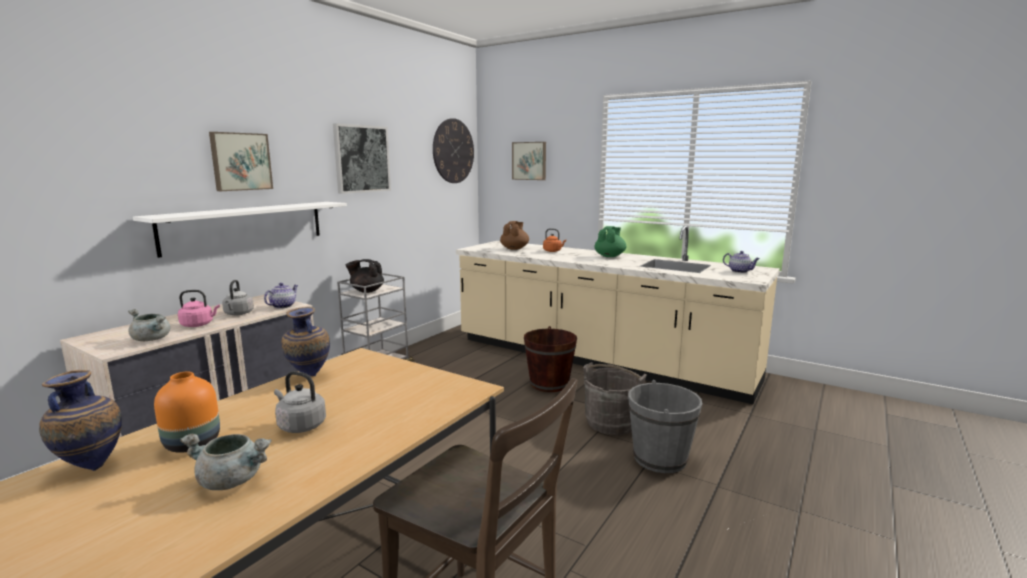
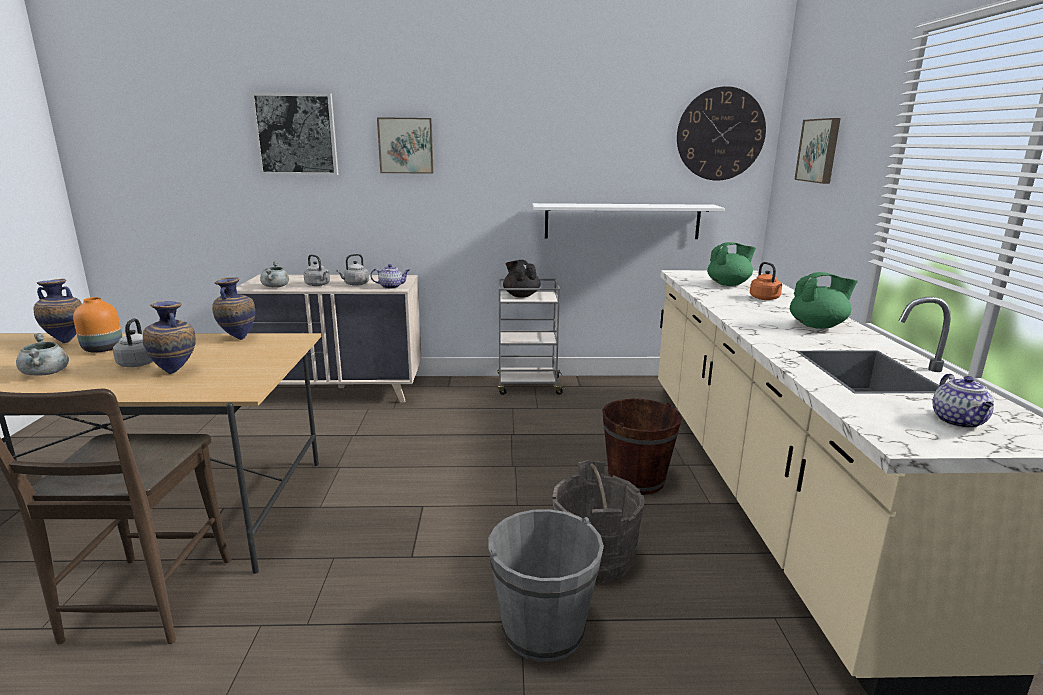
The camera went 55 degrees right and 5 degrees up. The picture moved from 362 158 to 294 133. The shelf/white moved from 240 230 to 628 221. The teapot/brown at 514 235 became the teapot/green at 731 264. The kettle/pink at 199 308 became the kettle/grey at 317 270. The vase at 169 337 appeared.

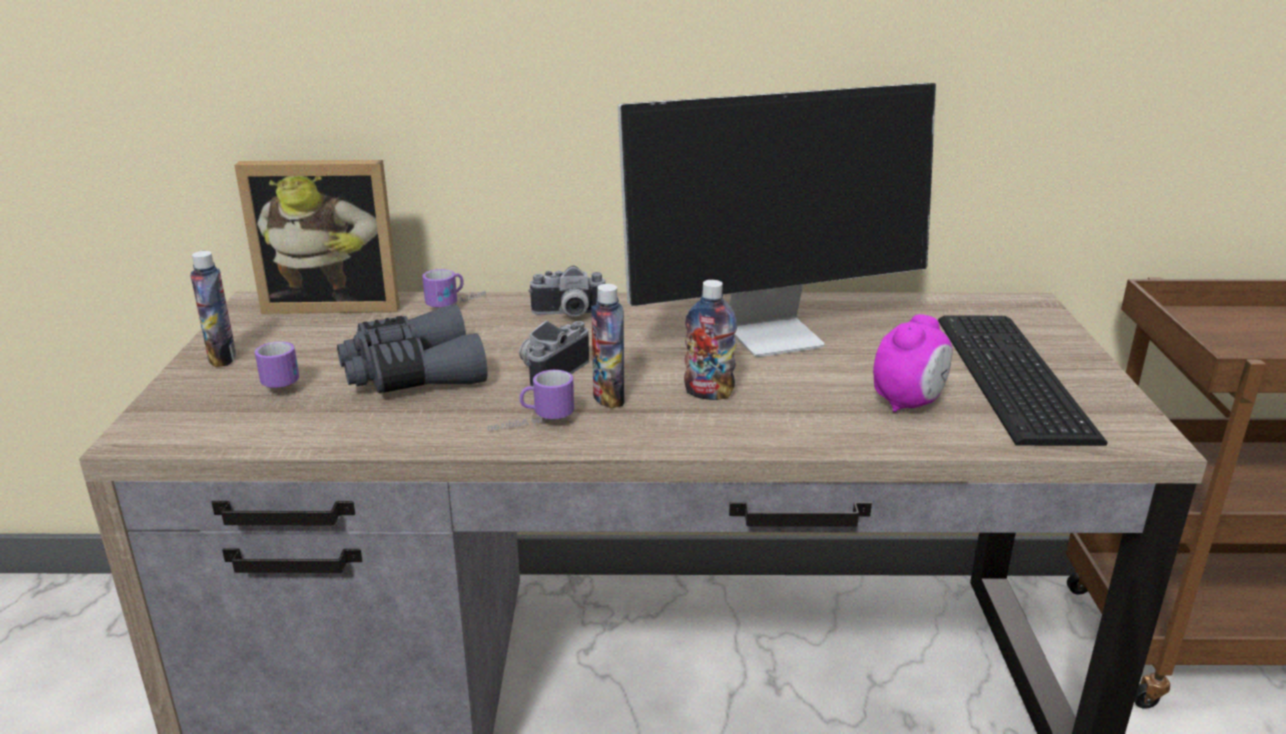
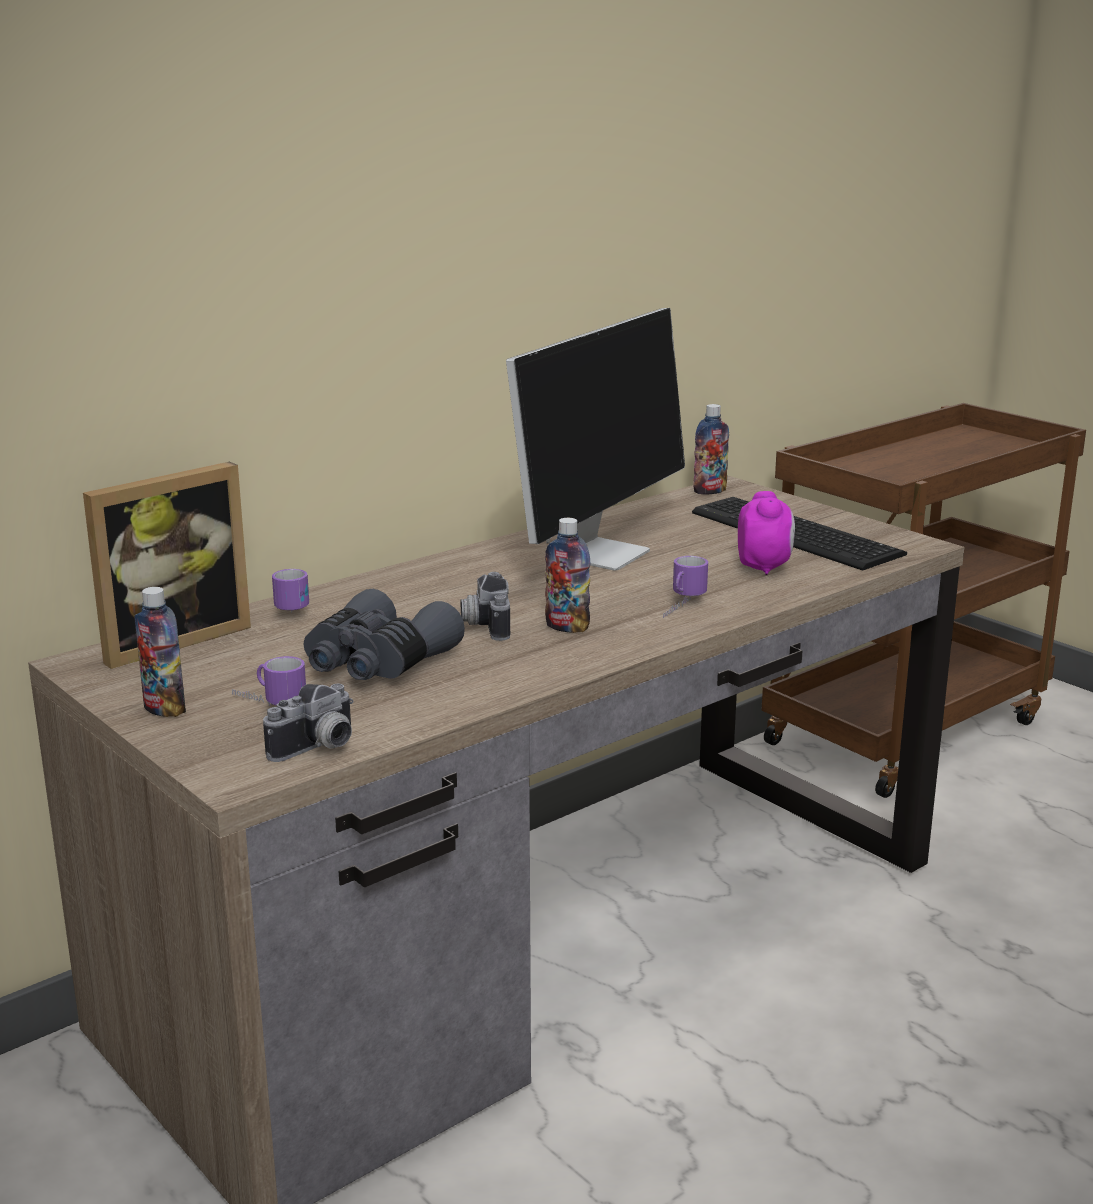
The camera went 40 degrees left and 5 degrees down. The photo camera moved from 567 291 to 308 723. The bottle moved from 710 340 to 711 449. The mug moved from 531 400 to 685 587.

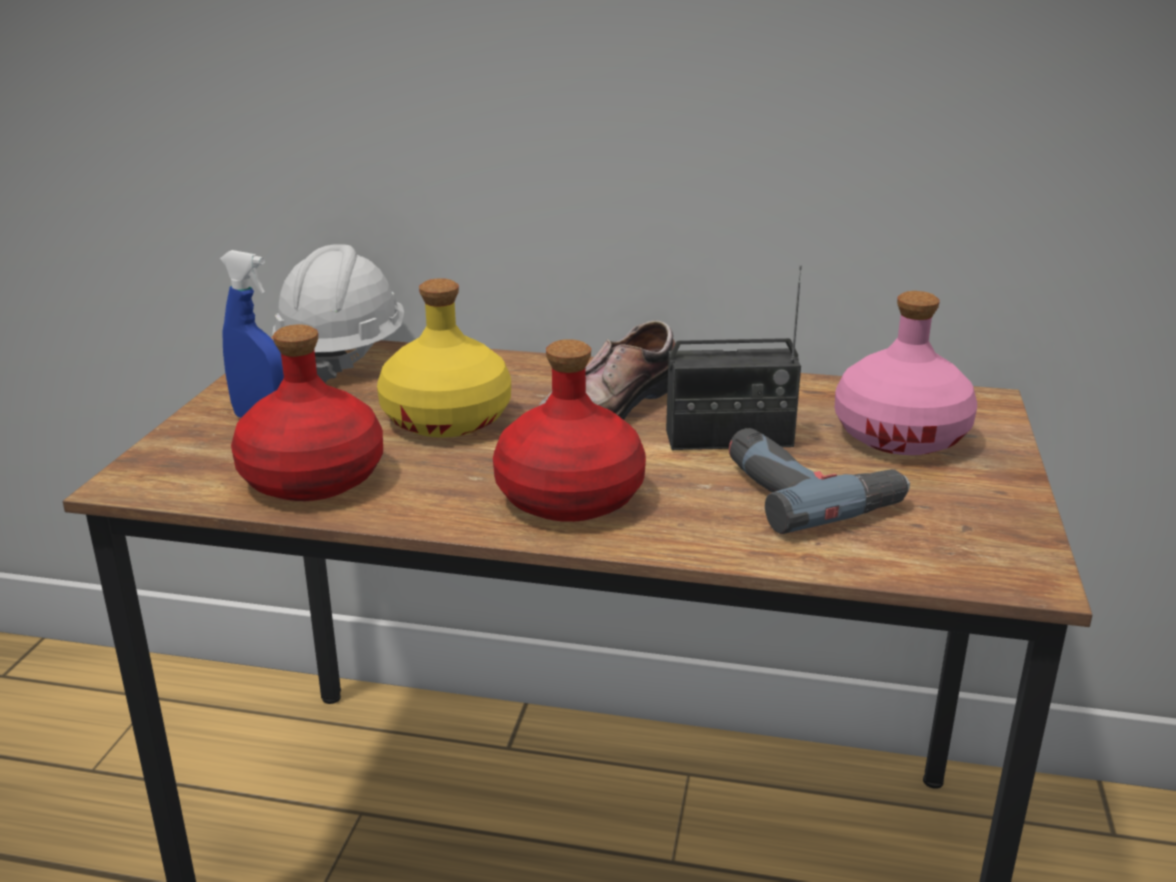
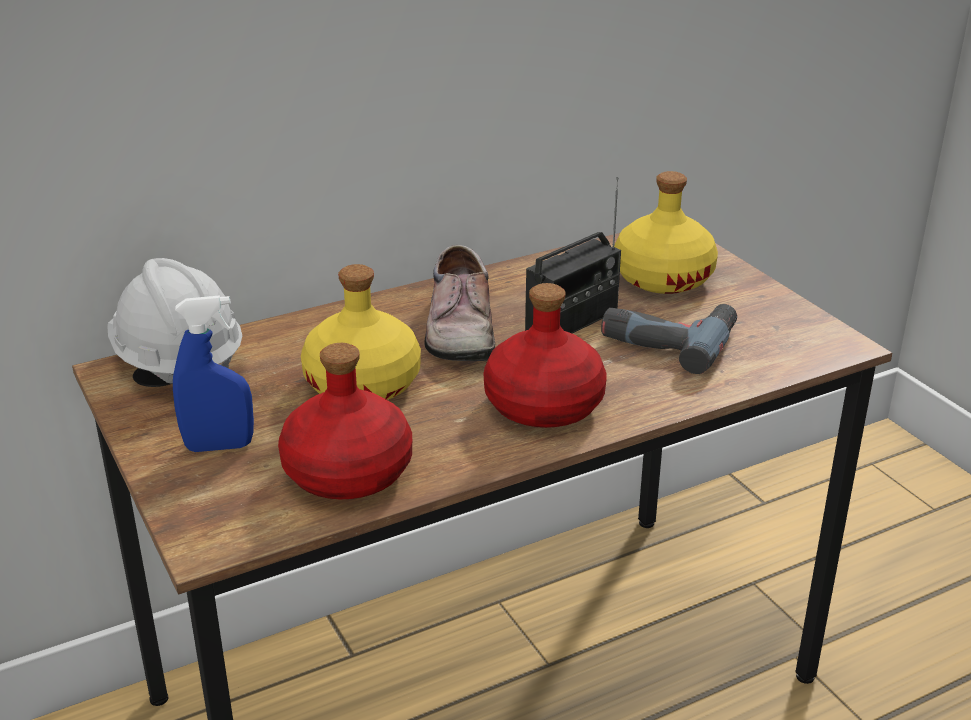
The camera went 40 degrees left and 5 degrees up. The bottle/pink at 906 373 became the bottle/yellow at 666 232.

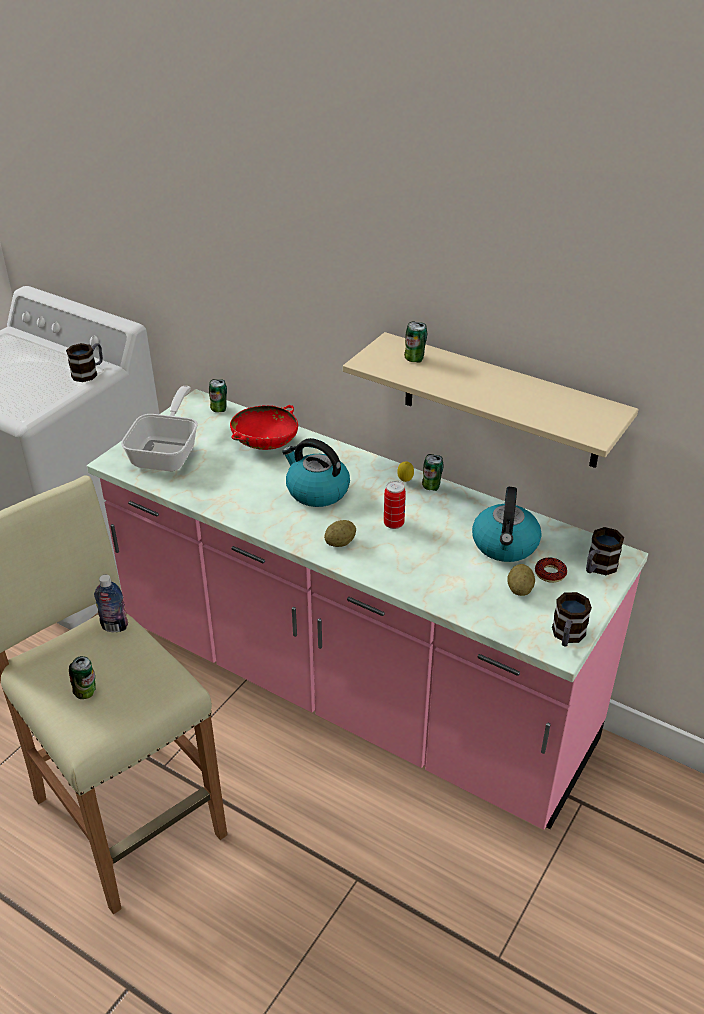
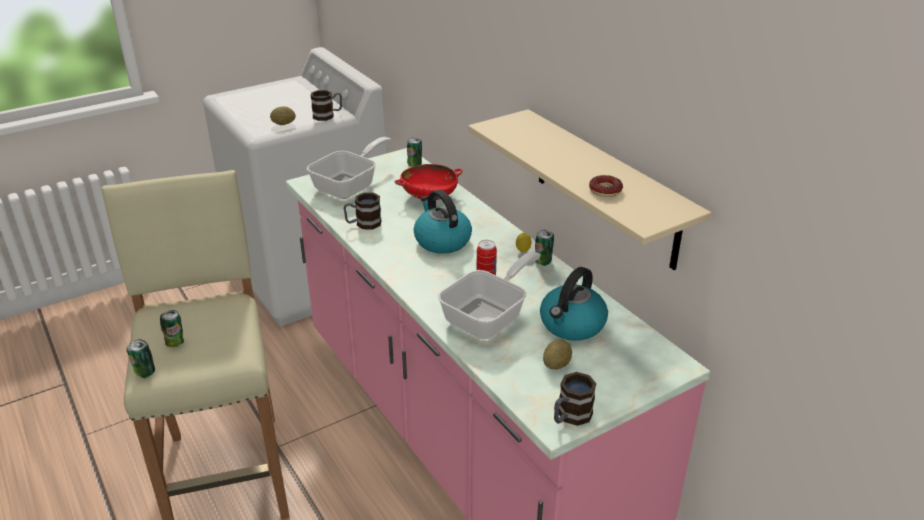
The camera went 25 degrees right and 5 degrees down. The can moved from 415 342 to 141 358. The potato moved from 340 533 to 283 116. The mug moved from 605 551 to 363 210. The donut moved from 551 570 to 606 186. The bottle at 111 603 disappeared. The frying pan at 489 295 appeared.

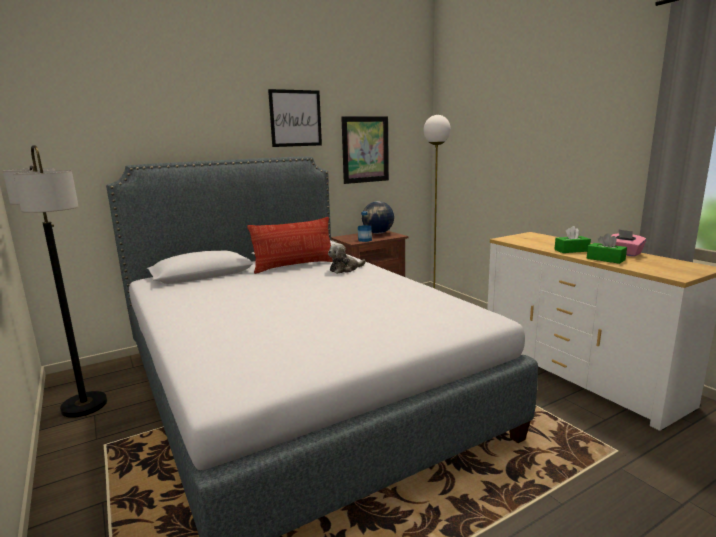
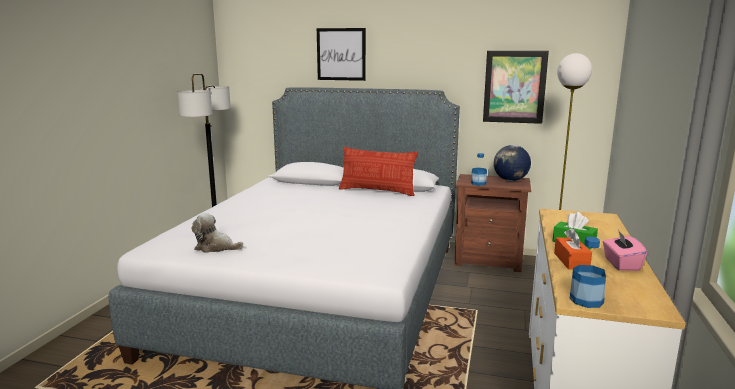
The camera went 45 degrees right and 0 degrees up. The picture moved from 295 118 to 341 54. The tissue box/green at 607 248 became the tissue box/orange at 573 248. The plush toy moved from 347 258 to 217 233. The bottle at 588 272 appeared.

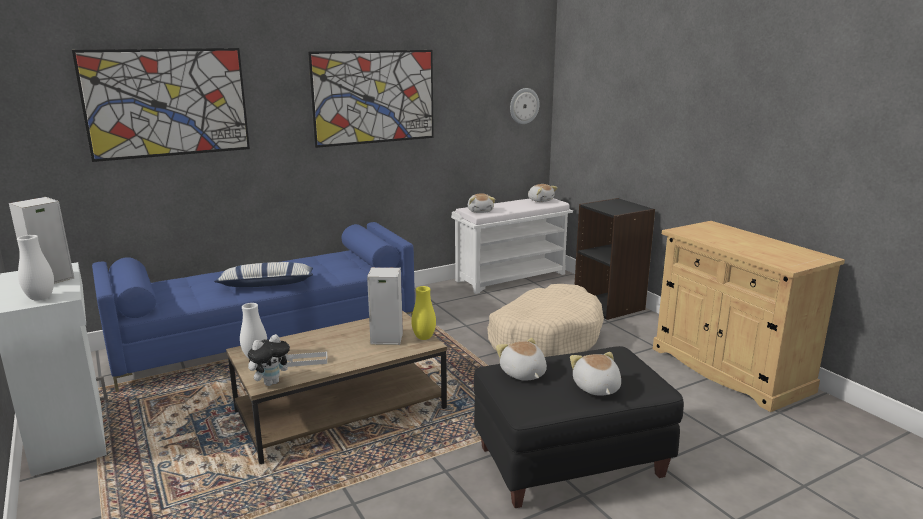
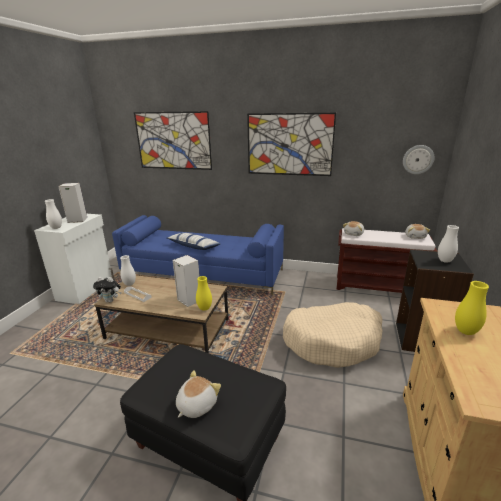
The camera went 45 degrees right and 5 degrees up. The bench/white at 512 246 became the bench/brown at 386 260. The plush toy at 521 359 disappeared. The vase/white at 448 244 appeared. The vase/yellow at 472 308 appeared.

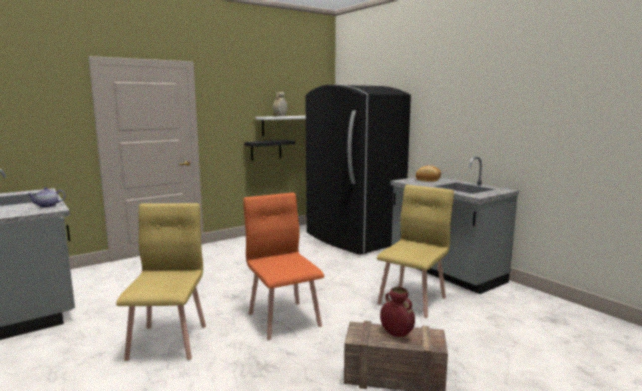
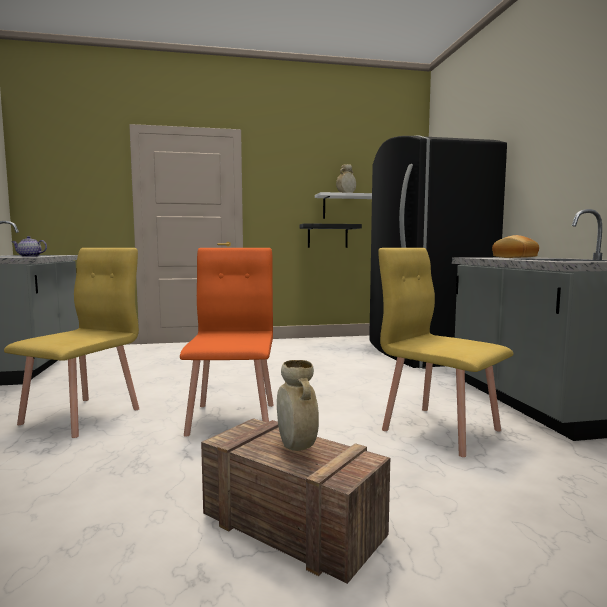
The camera went 25 degrees right and 5 degrees down. The chair/yellow at 415 251 turned 105 degrees counterclockwise. The vase/red at 397 312 became the vase/beige at 298 405.

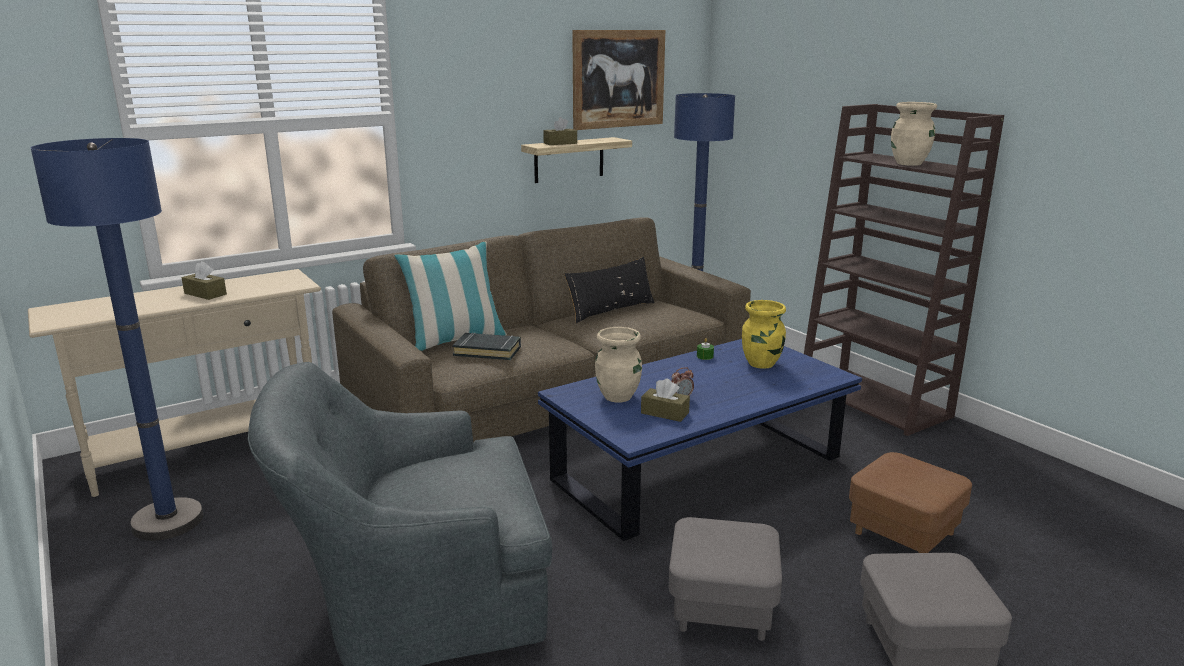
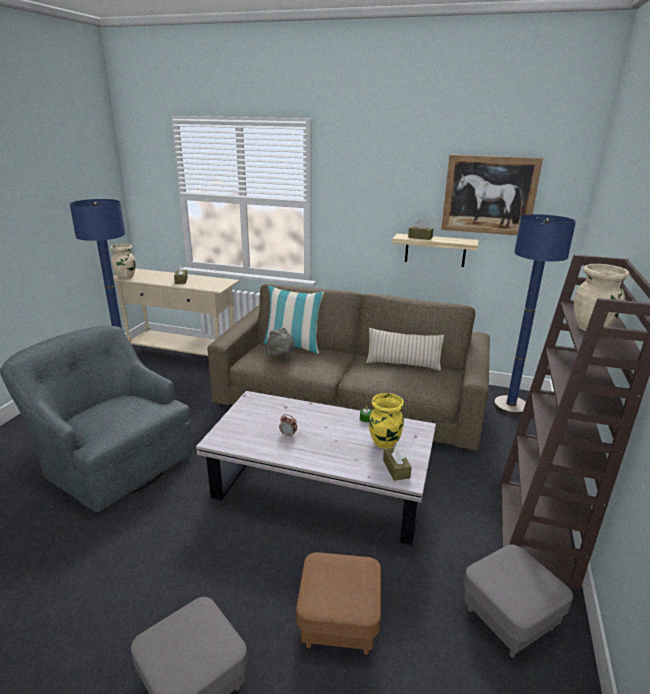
The camera went 50 degrees right and 5 degrees up. The pillow/black at 609 290 became the pillow/beige at 405 349. The vase/beige moved from 618 365 to 122 261. The book/black at 486 346 was replaced by the hat/grey at 280 342. The coffee table/blue at 700 440 became the coffee table/white at 316 468. The tissue box/brown moved from 665 400 to 397 463. The ottoman/grey moved from 725 579 to 518 600.

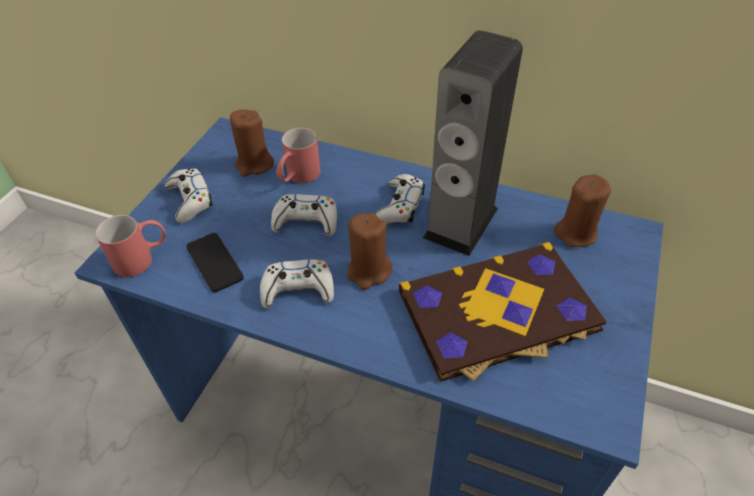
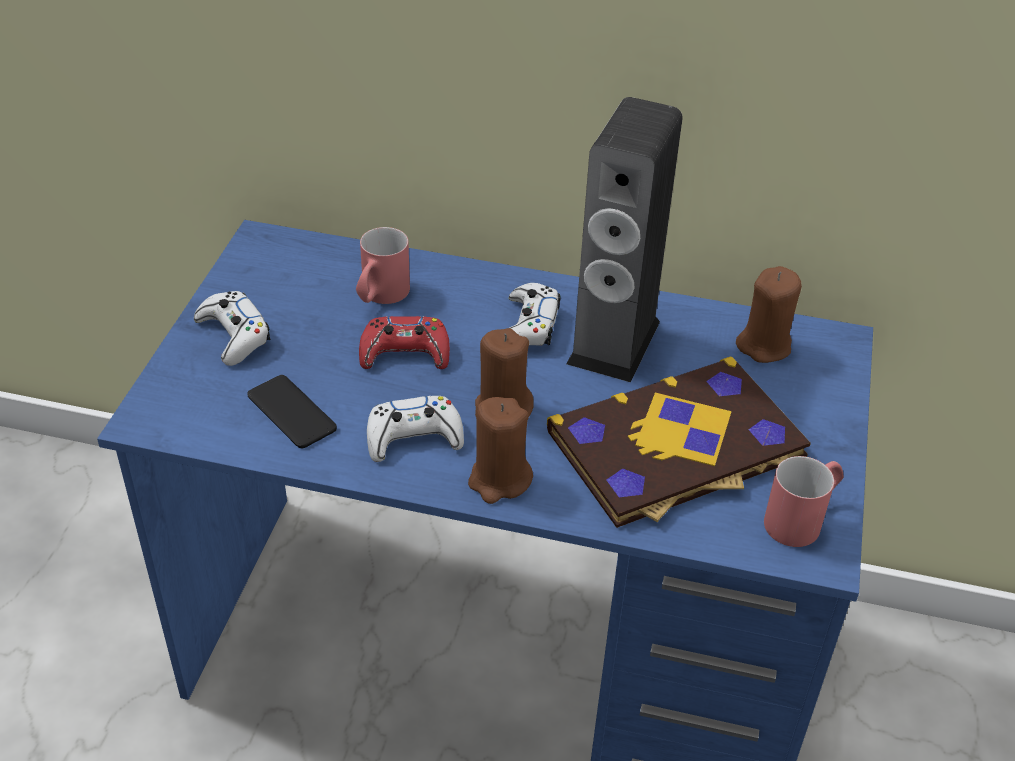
The camera went 10 degrees left and 5 degrees down. The candle/brown moved from 252 143 to 500 450. The game controller/white at 304 215 became the game controller/red at 404 342. The mug/red moved from 130 246 to 804 501.

